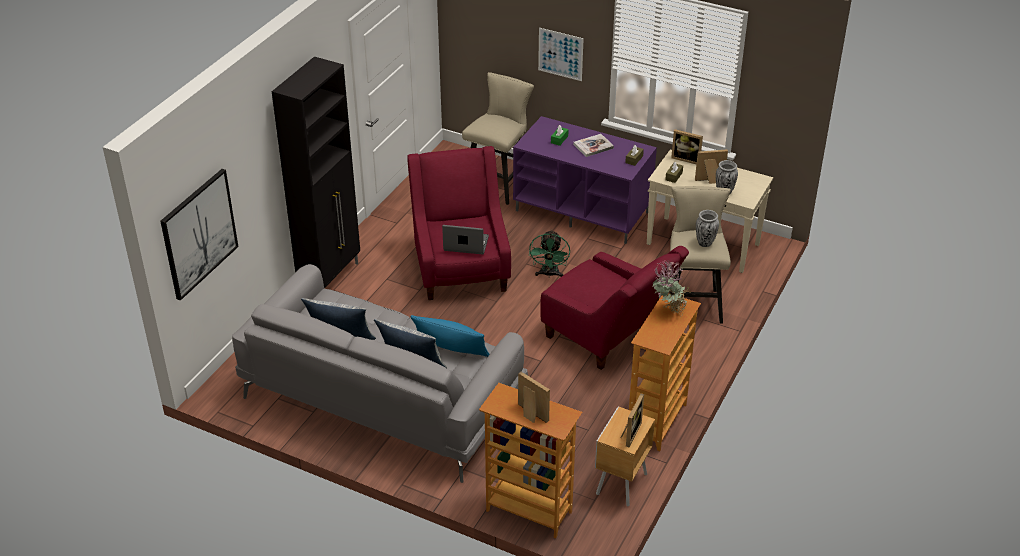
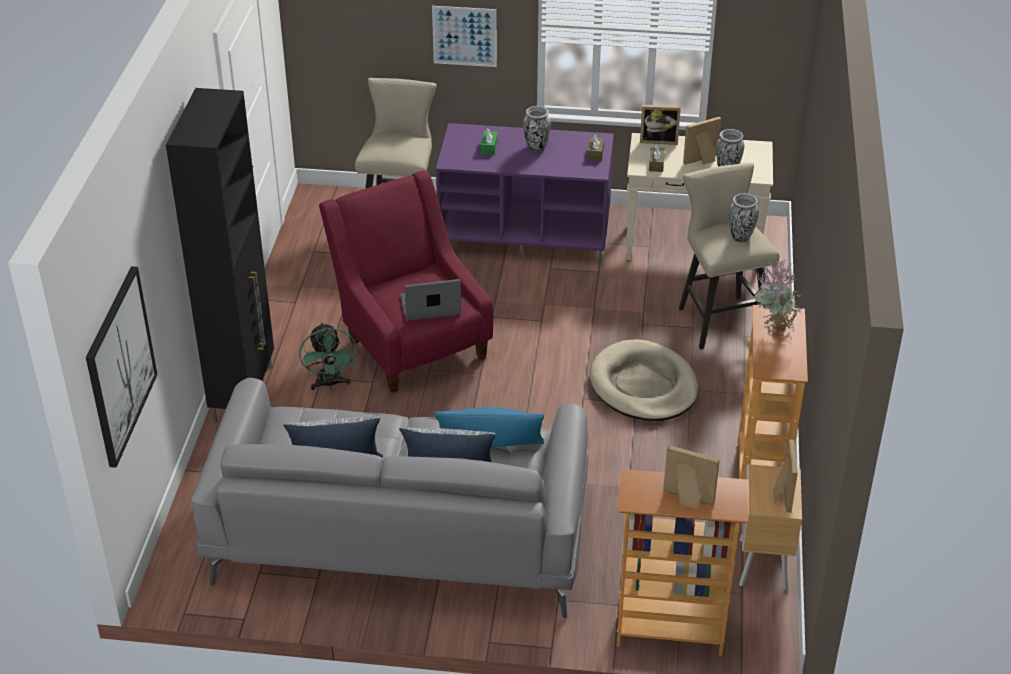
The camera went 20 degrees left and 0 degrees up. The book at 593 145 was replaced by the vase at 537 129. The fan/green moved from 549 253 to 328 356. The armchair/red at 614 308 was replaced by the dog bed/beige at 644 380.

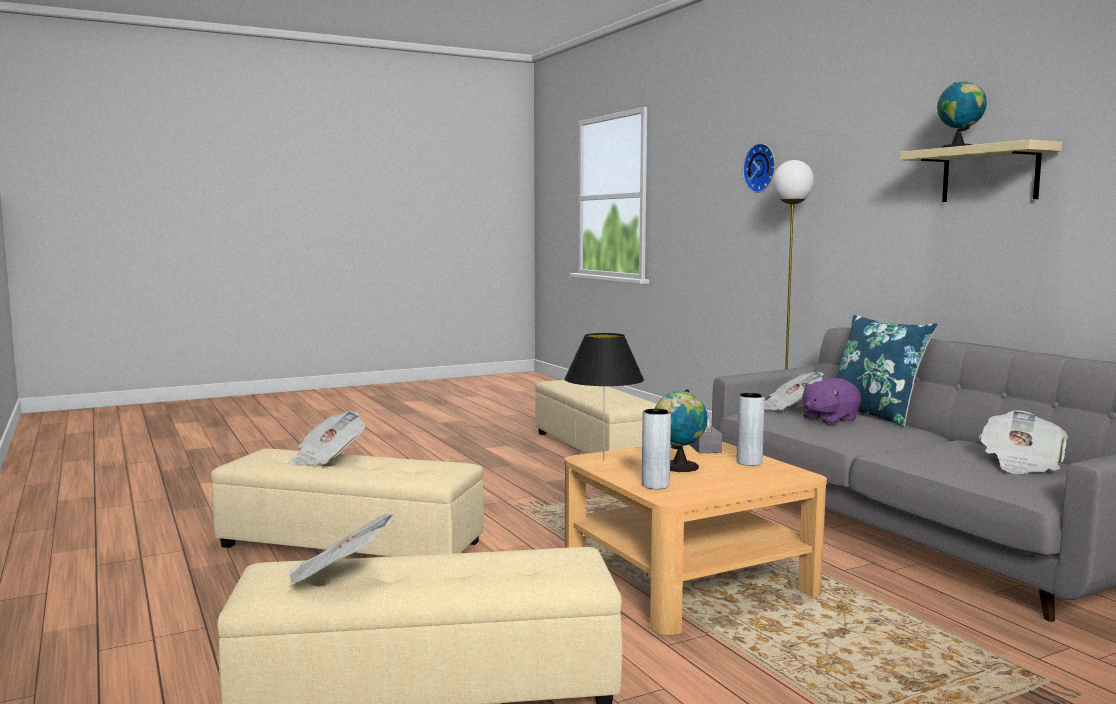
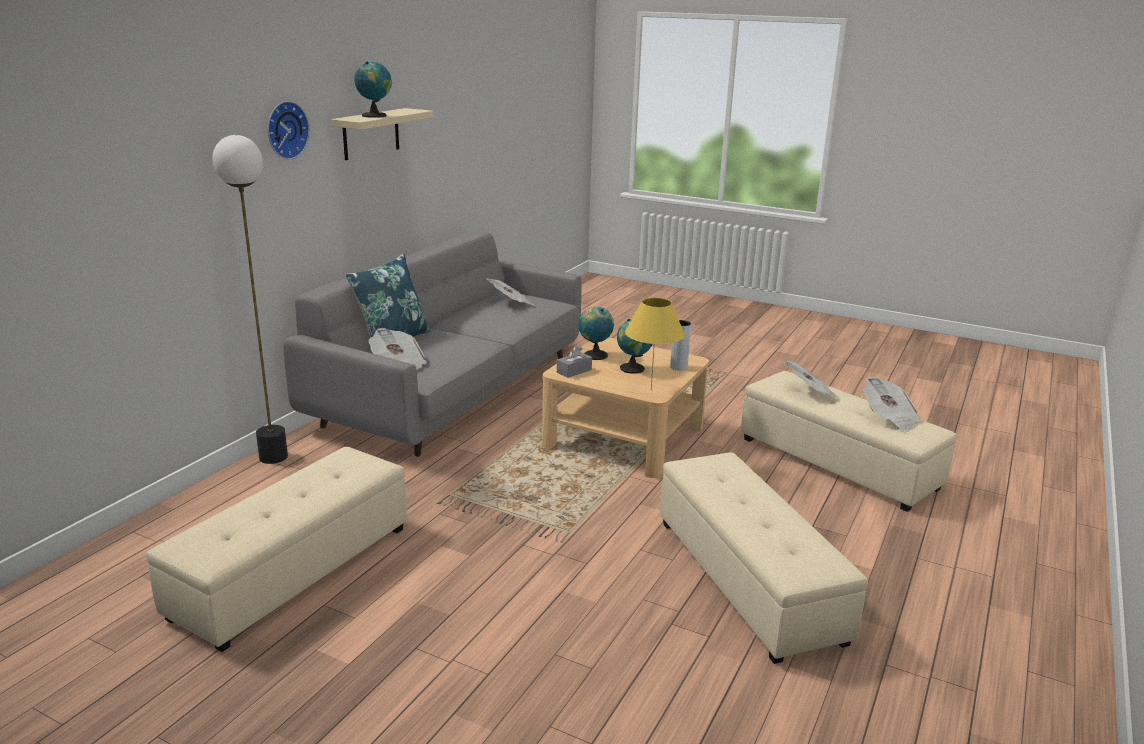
The camera went 125 degrees left and 15 degrees up. The wall clock moved from 759 168 to 288 130. The table lamp/black at 604 397 became the table lamp/yellow at 655 343. The plush toy/purple at 831 401 disappeared. The vase/grey at 751 429 was replaced by the globe at 596 333. The newspaper moved from 327 438 to 810 378.

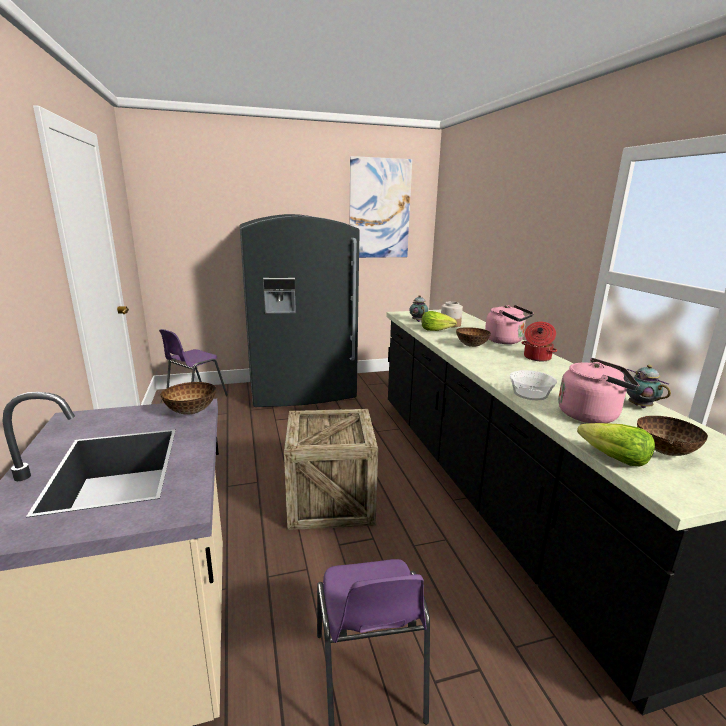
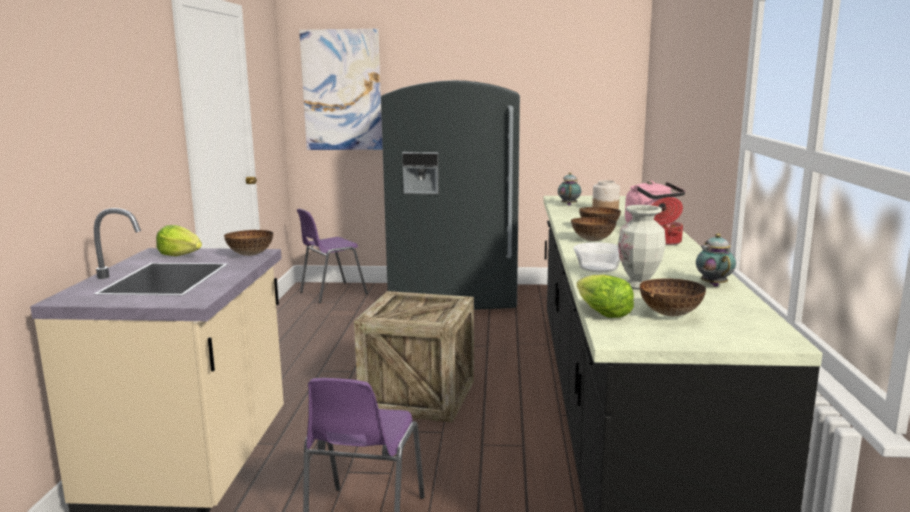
The camera went 20 degrees right and 5 degrees down. The picture moved from 380 207 to 341 89. The lettuce moved from 439 321 to 179 240. The kettle/pink at 599 390 was replaced by the vase at 642 247. The bowl at 594 229 appeared.

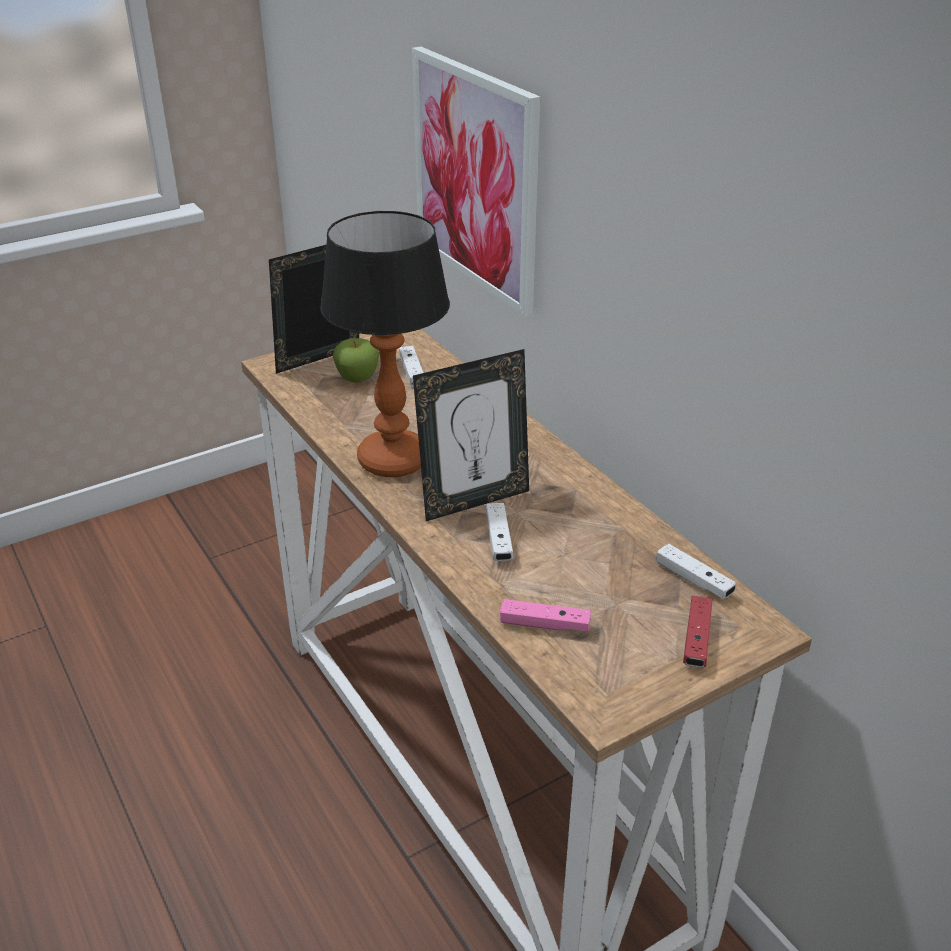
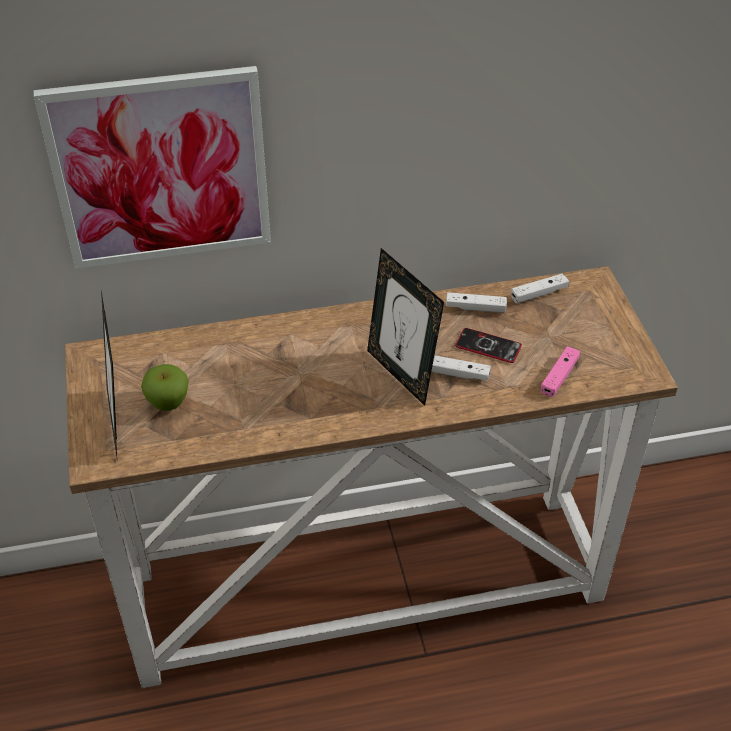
The camera went 70 degrees left and 10 degrees up. The table lamp at 385 344 disappeared. The game controller/white moved from 411 367 to 476 302. The picture frame at 471 435 turned 150 degrees clockwise. The game controller/red at 698 632 disappeared. The phone at 488 345 appeared.

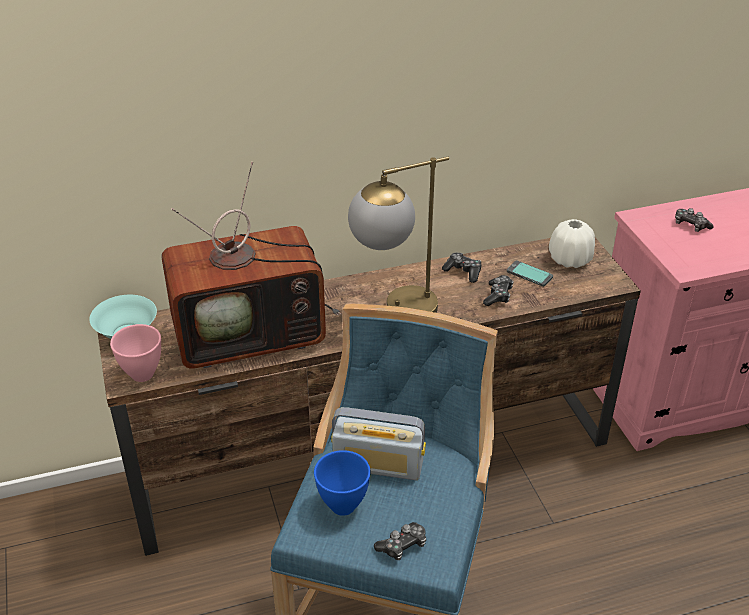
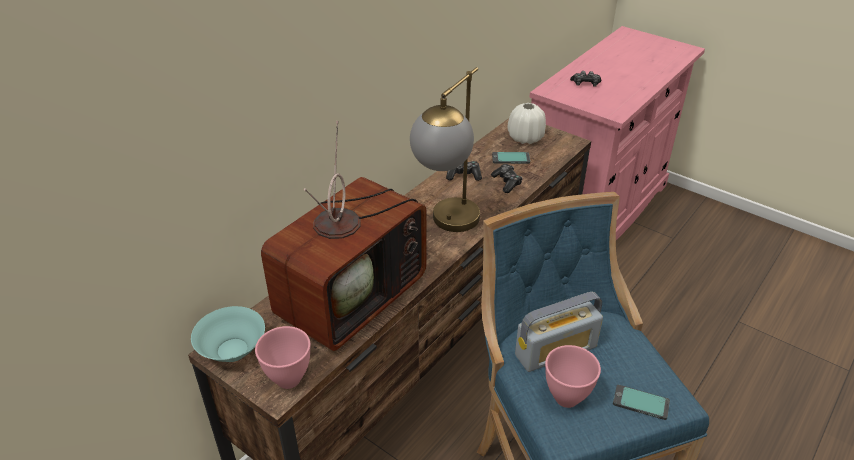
The camera went 35 degrees left and 0 degrees up. The bowl/blue at 342 483 became the bowl/pink at 573 376. The game controller at 400 541 was replaced by the phone at 641 402.

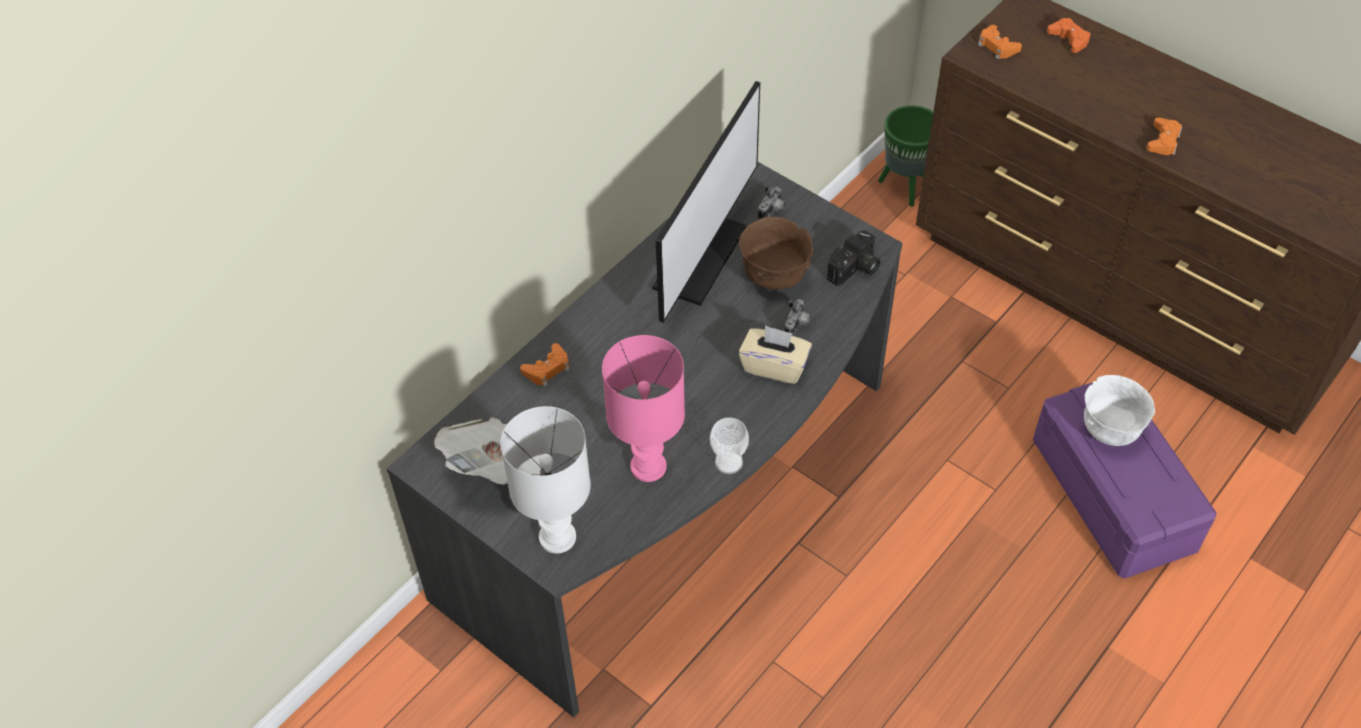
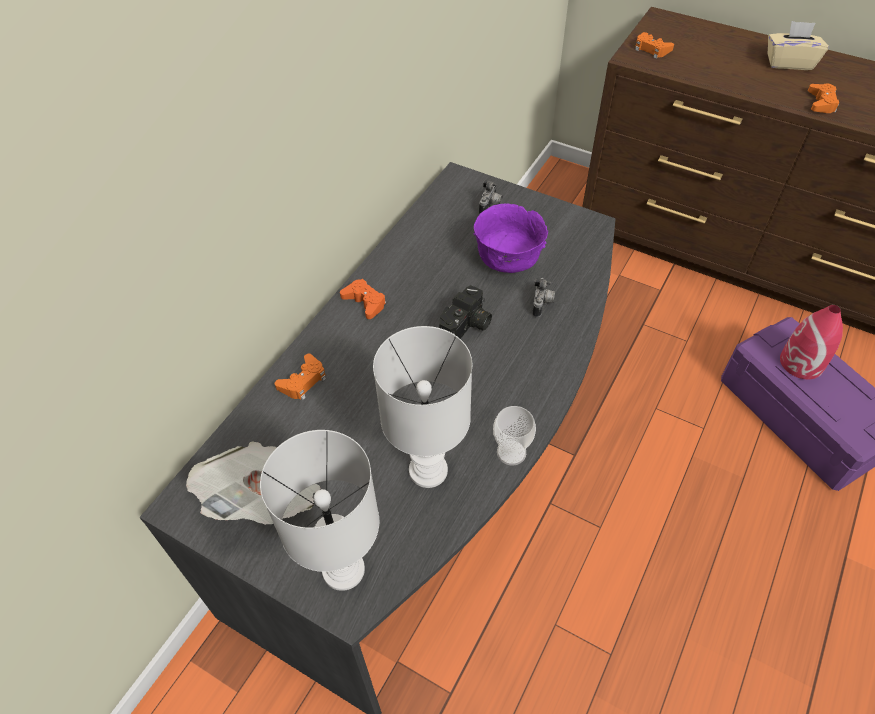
The camera went 10 degrees left and 0 degrees up. The game controller/orange moved from 1069 35 to 363 299. The monitor at 706 202 disappeared. The planter/green at 905 156 disappeared. The bowl/brown at 776 253 became the bowl/purple at 511 238. The photo camera moved from 853 258 to 465 312. The tissue box/beige moved from 775 354 to 798 45. The table lamp/pink at 643 408 became the table lamp/white at 422 407. The bowl/white at 1119 410 was replaced by the vase/red at 811 342.

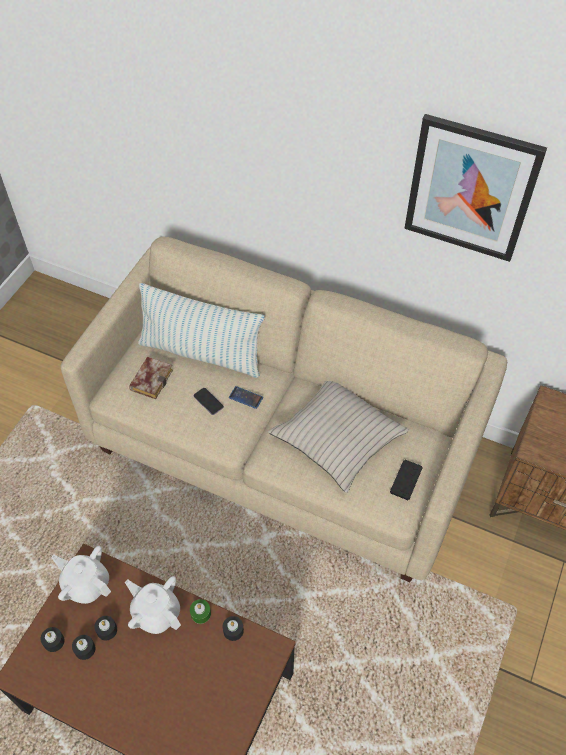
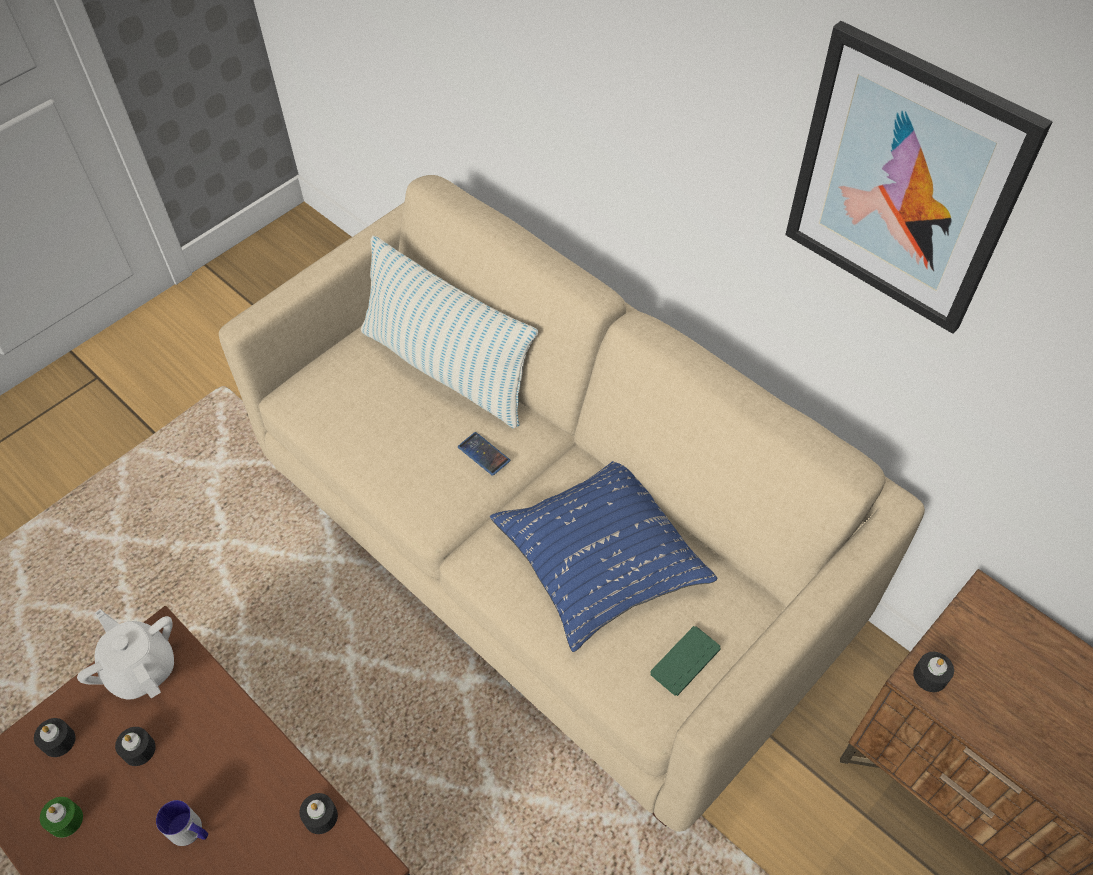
The camera went 20 degrees right and 0 degrees up. The book at 151 378 disappeared. The pillow/beige at 338 437 became the pillow/blue at 603 556. The phone at 208 401 disappeared. The game controller/black at 406 480 became the game controller/green at 685 661. The teapot/white at 153 605 disappeared. The candle/green moved from 200 611 to 61 817. The candle/black moved from 84 647 to 933 672. The mug at 182 823 appeared.

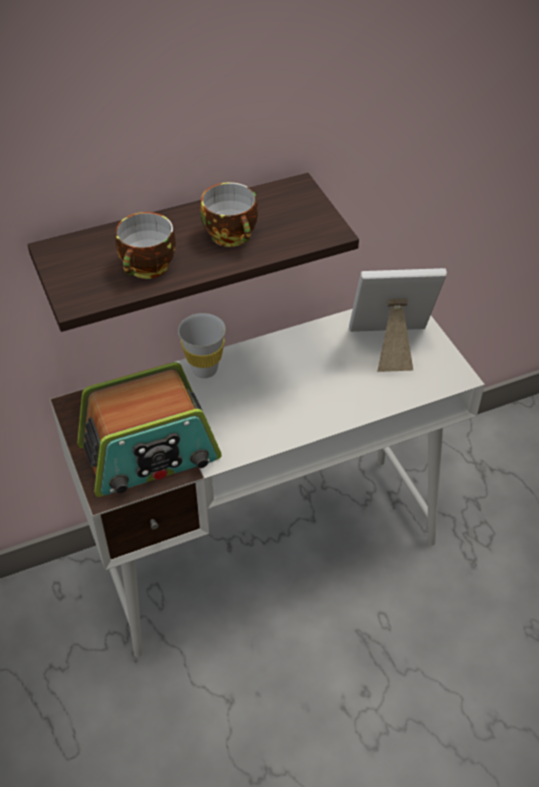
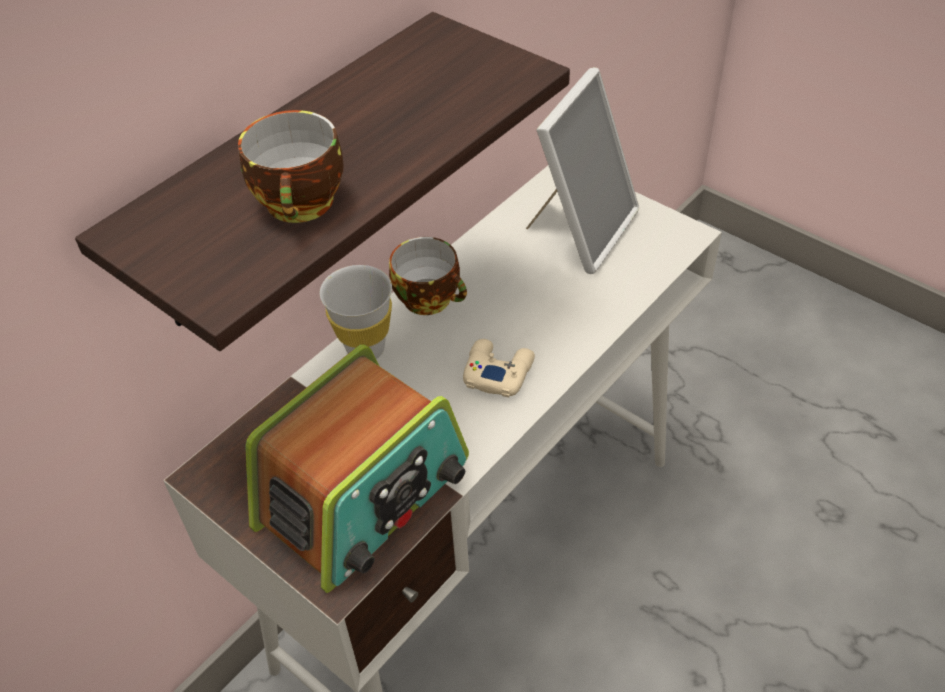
The camera went 25 degrees left and 0 degrees up. The cup moved from 229 214 to 428 276. The picture frame at 398 320 turned 150 degrees clockwise. The game controller/beige at 499 368 appeared.

